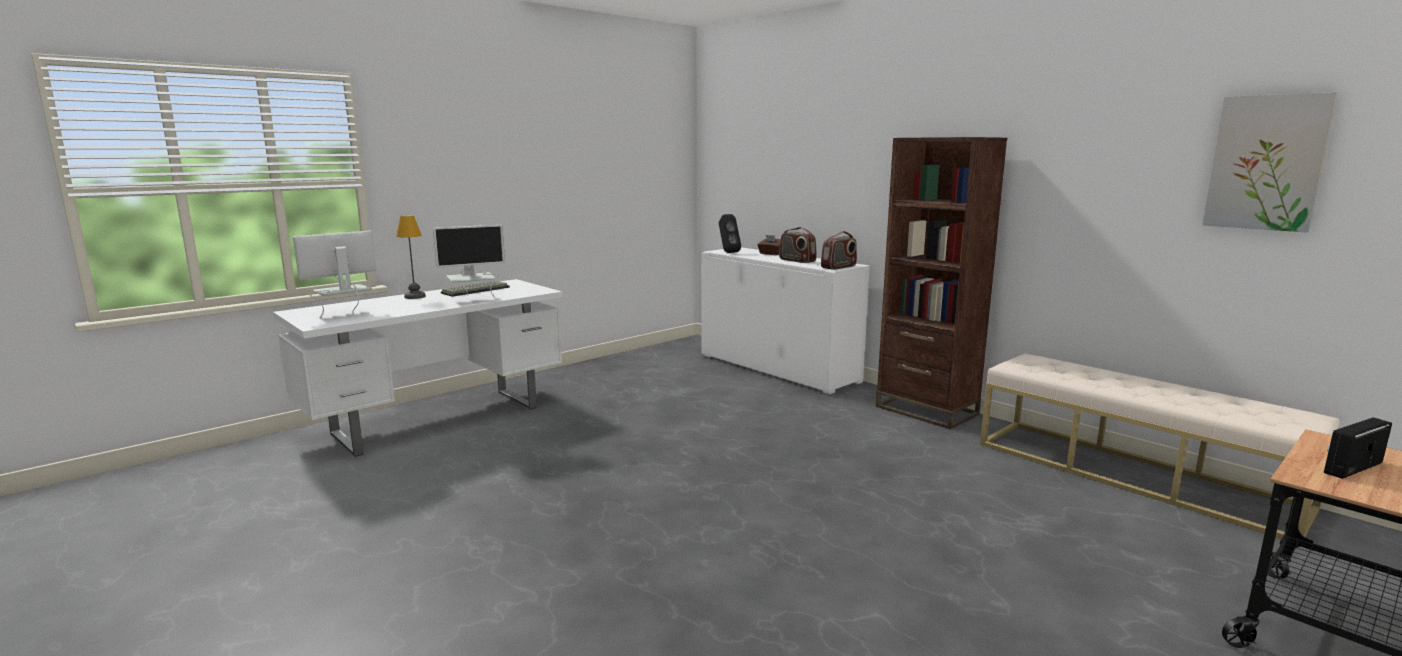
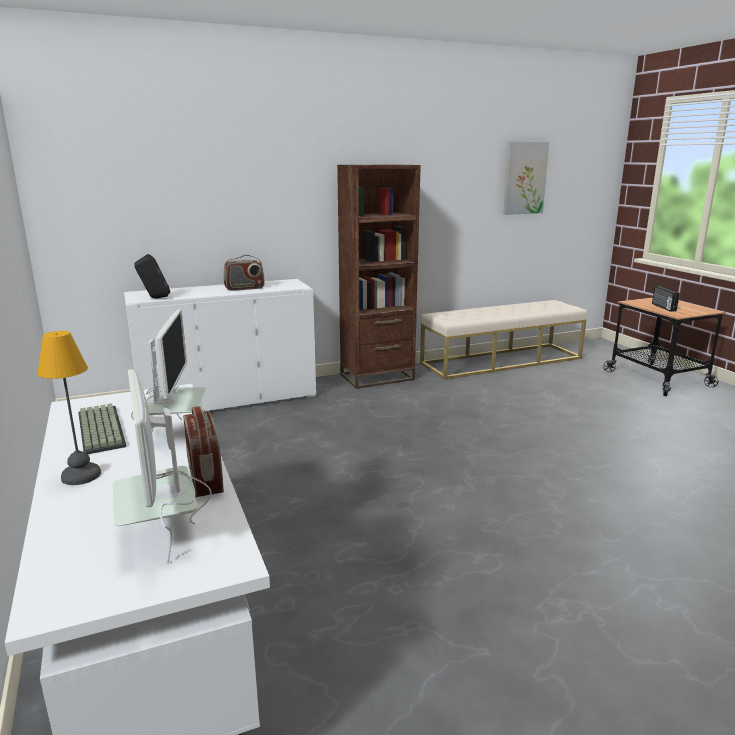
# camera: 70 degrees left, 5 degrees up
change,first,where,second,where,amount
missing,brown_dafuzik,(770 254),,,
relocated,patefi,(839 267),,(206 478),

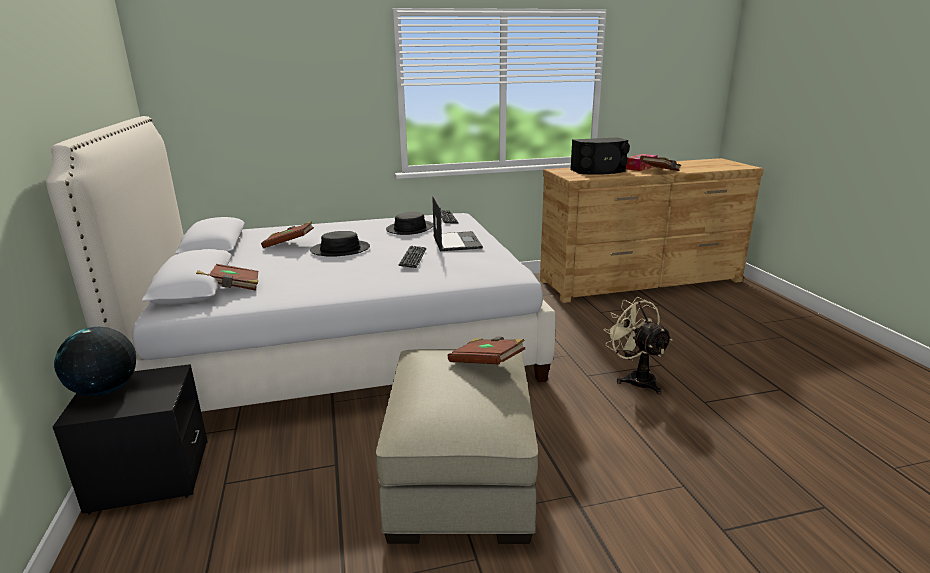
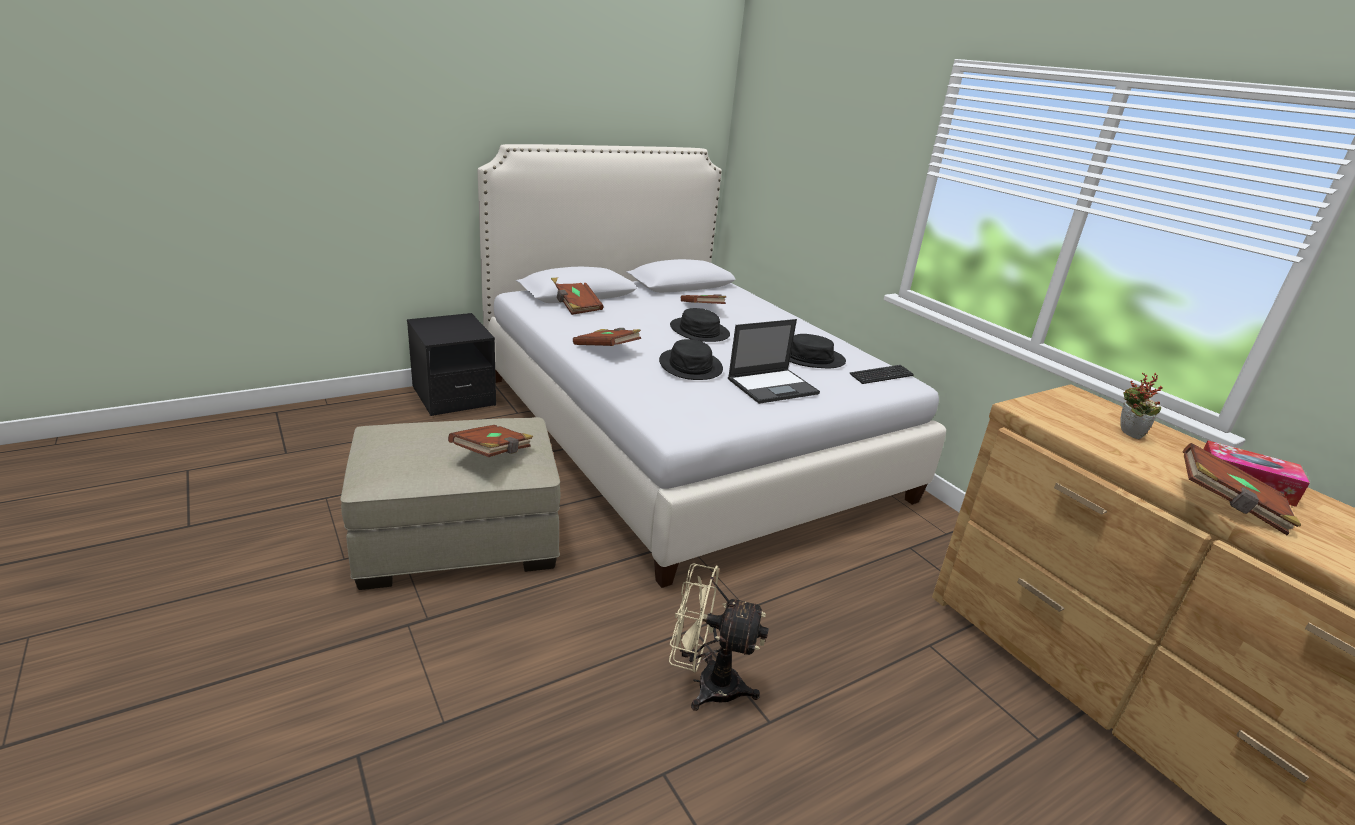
# camera: 70 degrees right, 5 degrees up
change,first,where,second,where,amount
missing,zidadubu,(105 390),,,
exchanged,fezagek,(413 258),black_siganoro,(690 366),
exchanged,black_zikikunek,(599 171),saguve,(1126 433),
spun,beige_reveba,(635 378),,(706 684),120 degrees counterclockwise
appeared,,,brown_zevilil,(607 349),

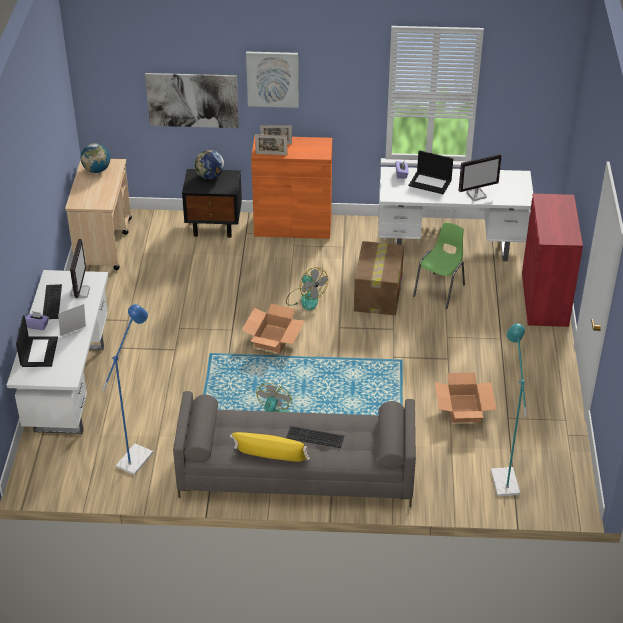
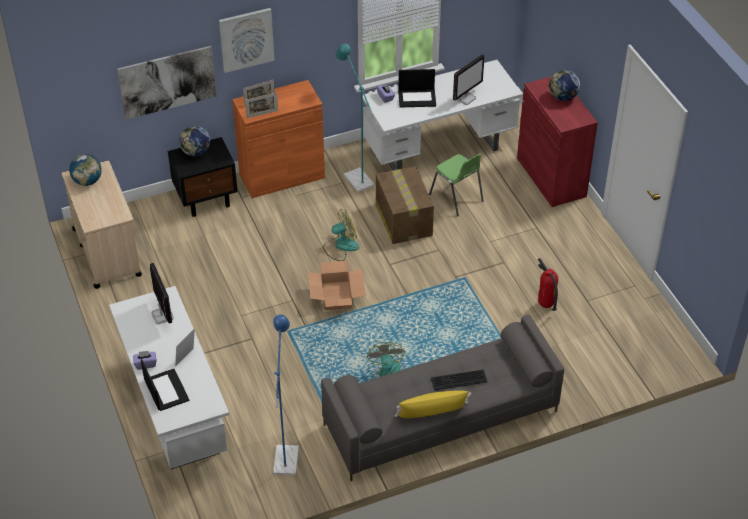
# camera: 25 degrees left, 5 degrees up
change,first,where,second,where,amount
missing,fezagek,(51 301),,,
spun,reveba,(305 298),,(341 246),45 degrees counterclockwise
spun,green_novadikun,(440 290),,(456 198),135 degrees clockwise
exchanged,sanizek,(463 408),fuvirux,(545 305),
relocated,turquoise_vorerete,(503 477),,(355 177),
appeared,,,zidadubu,(562 97),

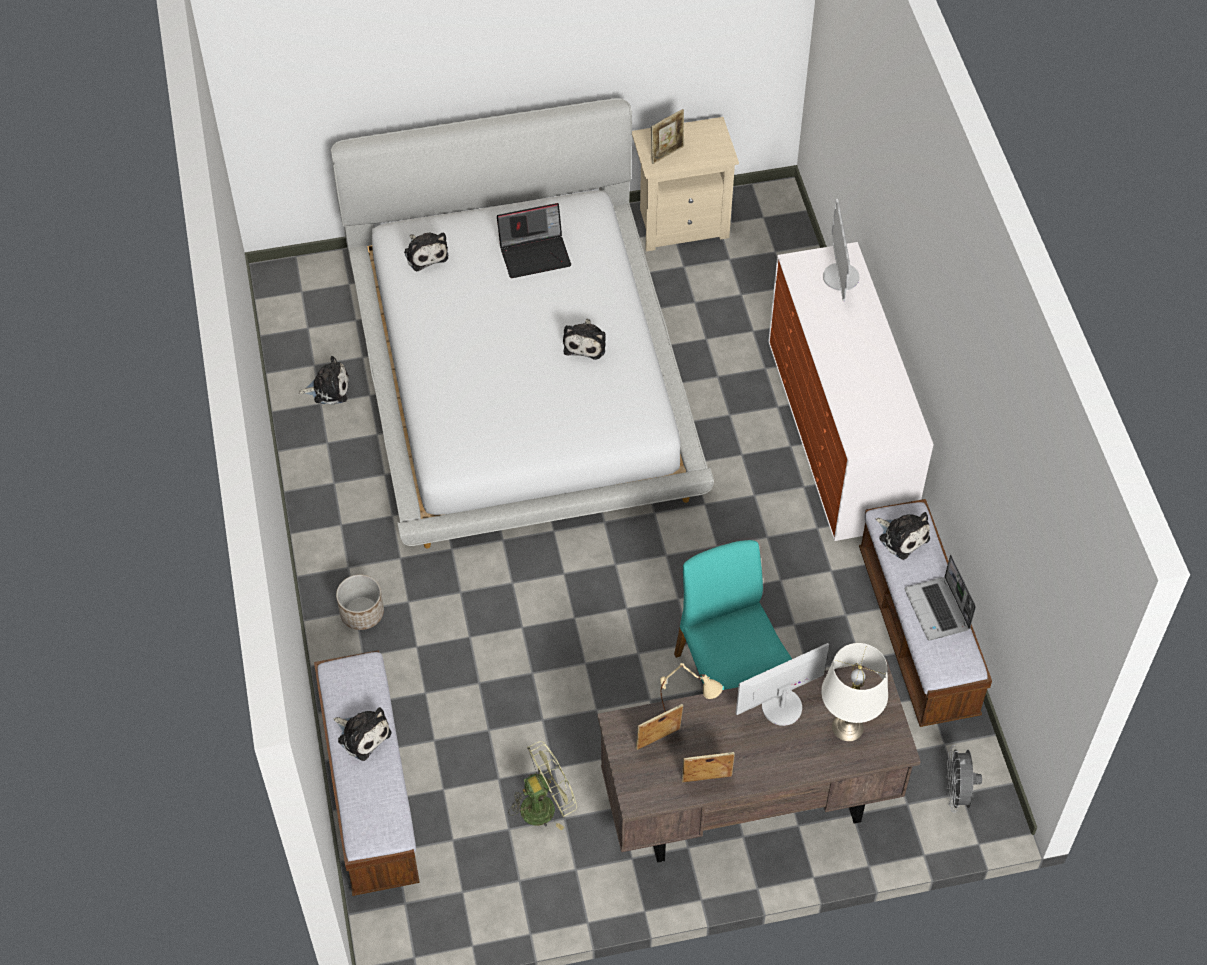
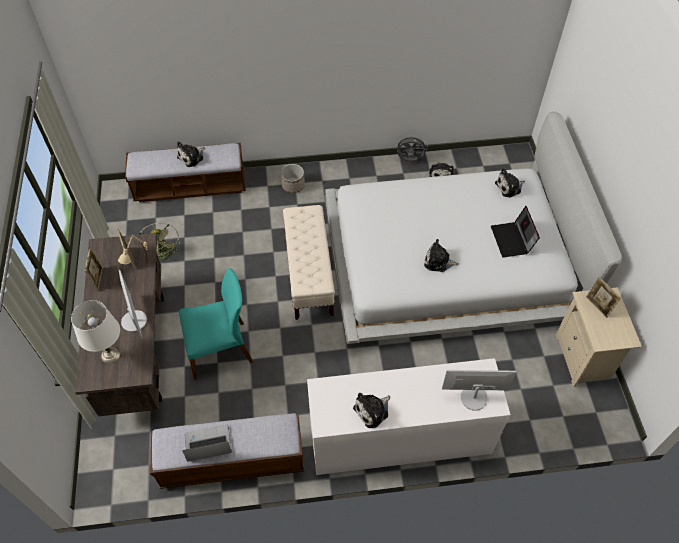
# camera: 95 degrees right, 0 degrees up
change,first,where,second,where,amount
relocated,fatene,(902 537),,(372 410),
relocated,grey_reveba,(957 793),,(409 160),
appeared,,,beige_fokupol,(309 275),

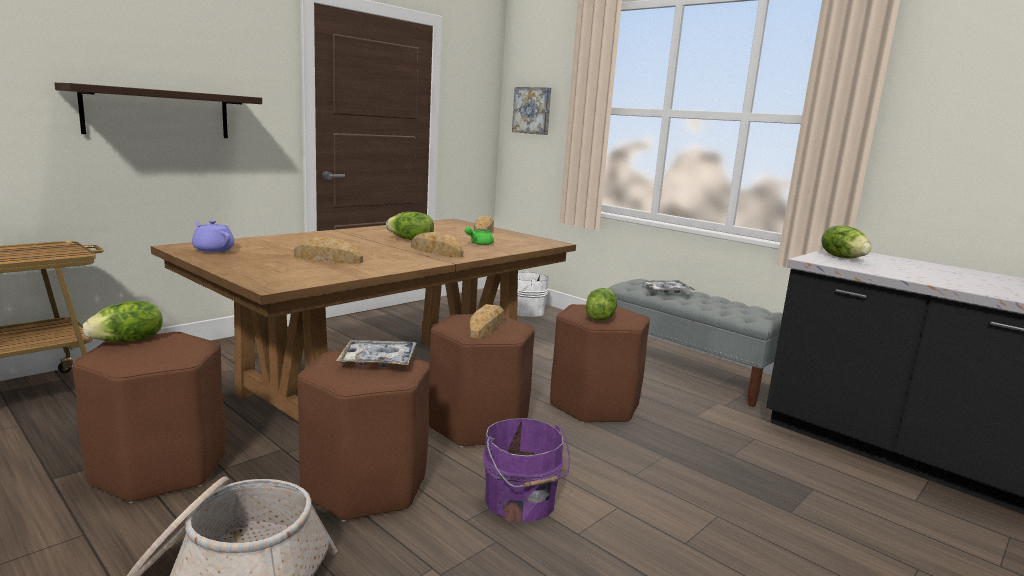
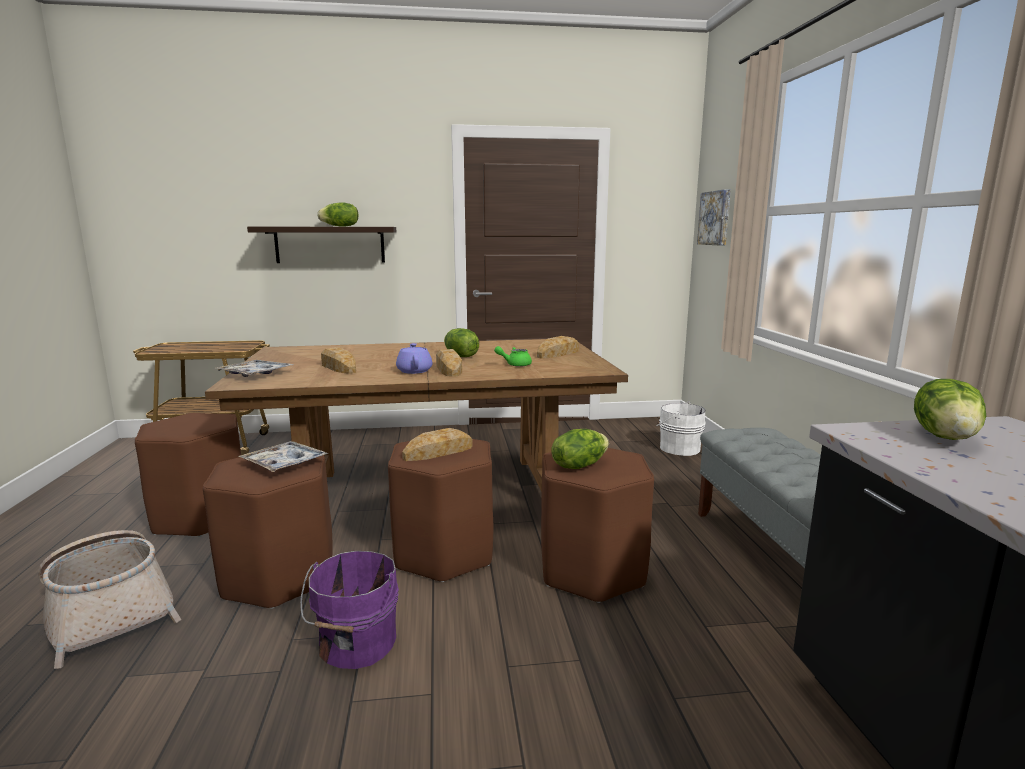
# camera: 40 degrees right, 0 degrees up
change,first,where,second,where,amount
relocated,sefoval,(128 341),,(340 226),
relocated,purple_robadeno,(213 250),,(414 371),
relocated,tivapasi,(667 291),,(255 374),

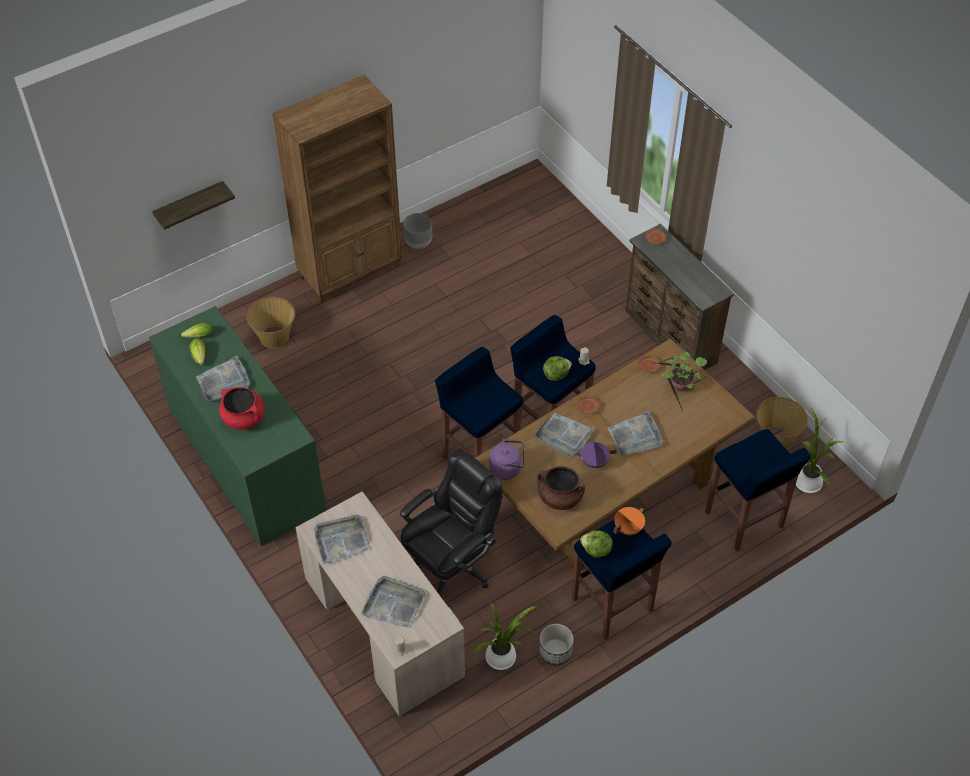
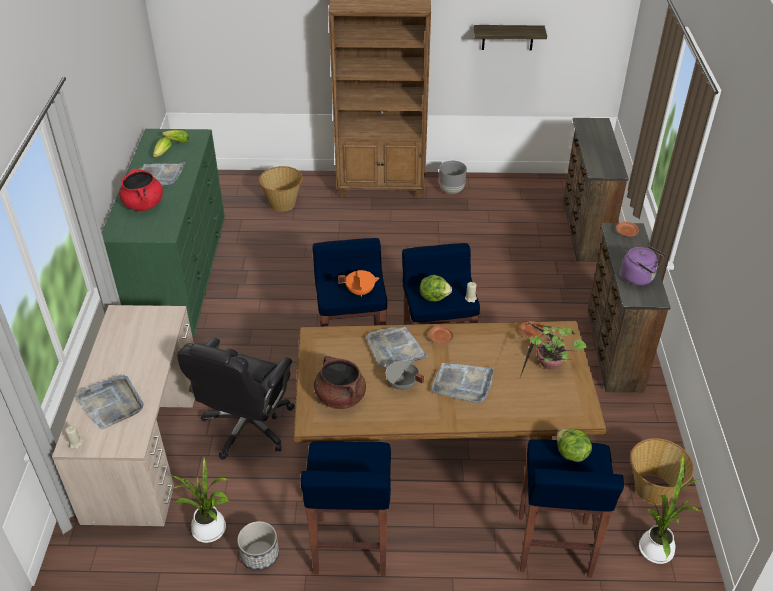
# camera: 35 degrees right, 10 degrees down
change,first,where,second,where,amount
relocated,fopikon,(190 206),,(507 37),
missing,grey_tivapasi,(341 540),,,
spun,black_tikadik,(451 563),,(247 427),120 degrees clockwise
relocated,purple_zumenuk,(507 468),,(639 278),
colour,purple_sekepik,(594 462),grey_sekepik,(402 385),
relocated,sefoval,(596 550),,(571 454),
relocated,orange_sekepik,(627 528),,(360 291),
appeared,,,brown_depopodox,(583 230),

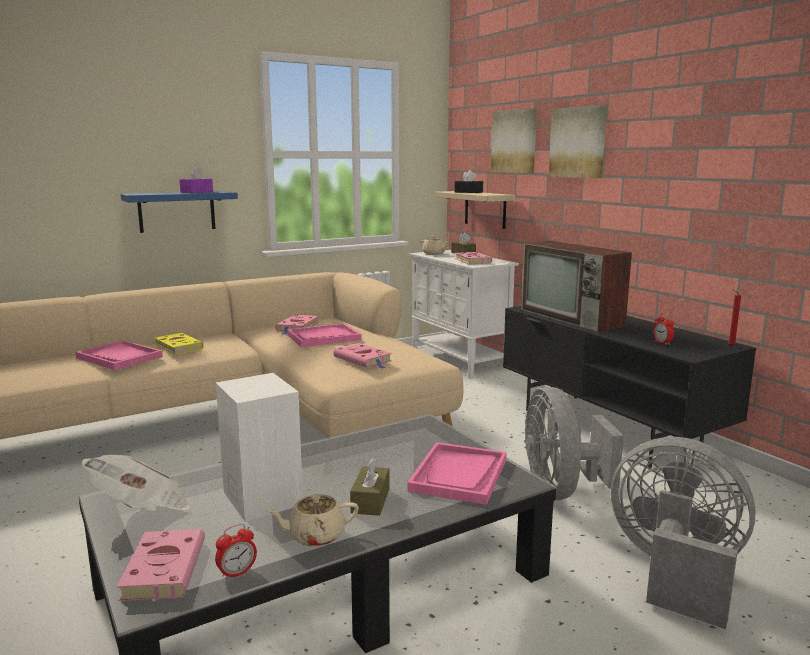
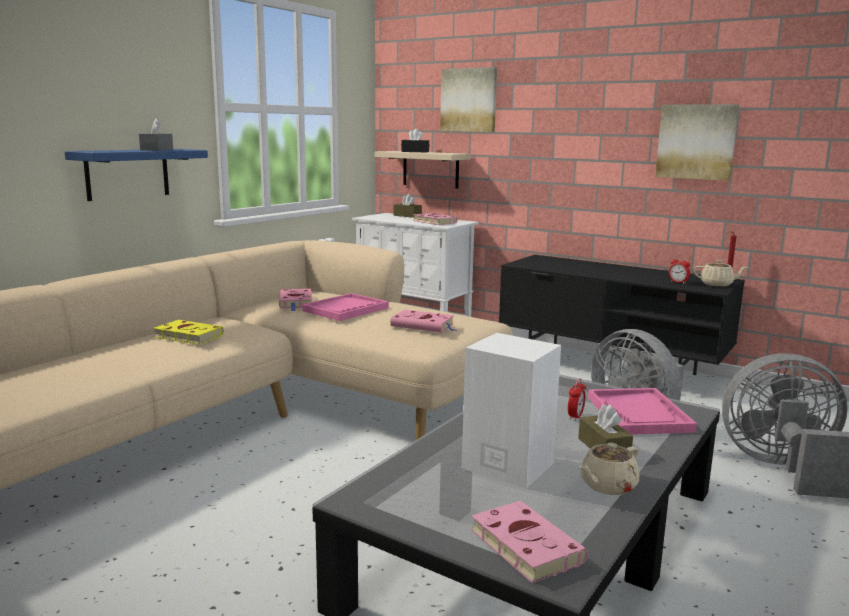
# camera: 25 degrees left, 0 degrees up
change,first,where,second,where,amount
missing,pink_tivapasi,(119 357),,,
missing,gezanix,(142 507),,,
colour,purple_dafuzik,(197 192),grey_dafuzik,(157 149),
relocated,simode,(237 573),,(575 417),
relocated,beige_robadeno,(434 254),,(717 284),
missing,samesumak,(572 318),,,
relocated,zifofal,(578 142),,(696 141),

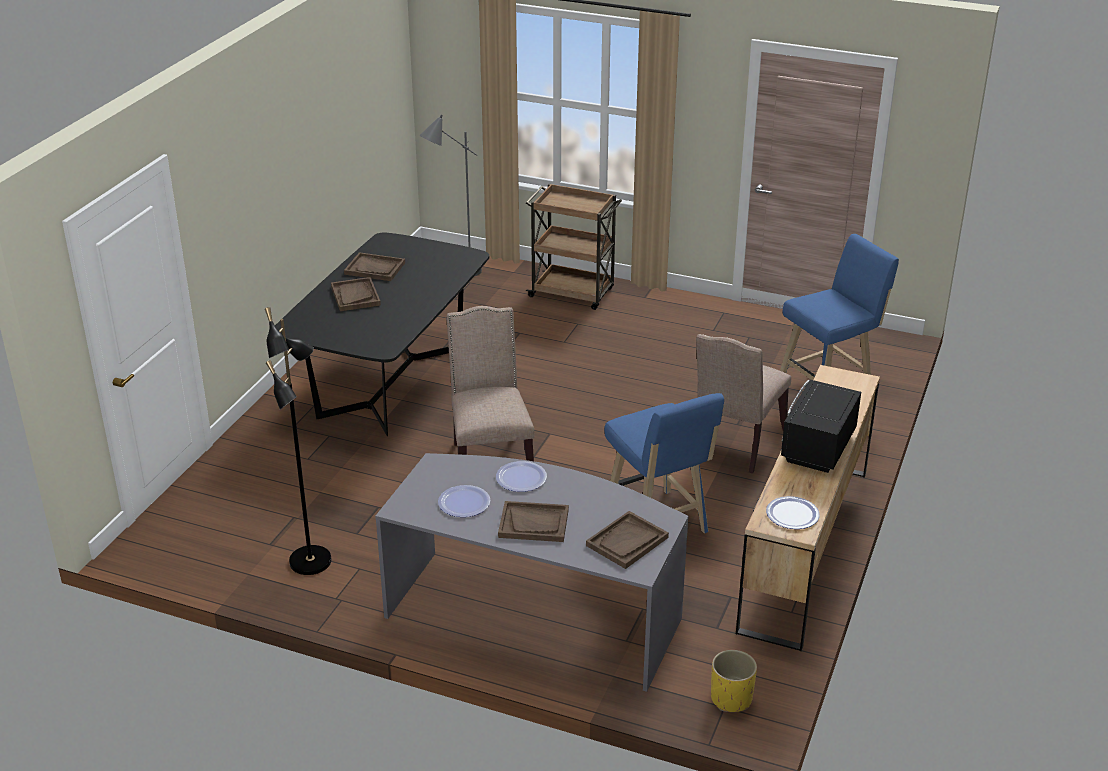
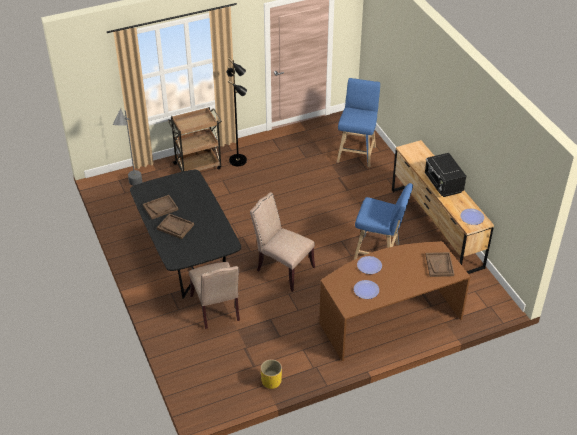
# camera: 45 degrees left, 10 degrees up
change,first,where,second,where,amount
relocated,black_vorerete,(311 562),,(238 160),
colour,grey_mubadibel,(536 612),brown_mubadibel,(388 318),
missing,brown_tivapasi,(534 523),,,
relocated,beige_novadikun,(736 445),,(217 309),
relocated,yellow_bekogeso,(731 699),,(271 381),

